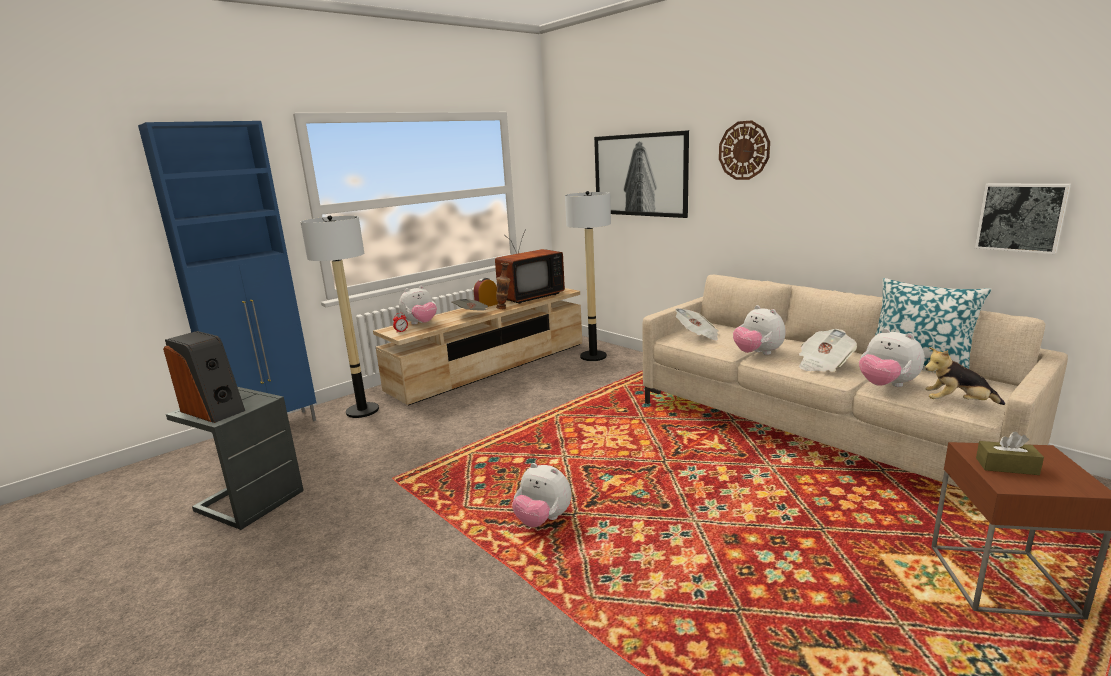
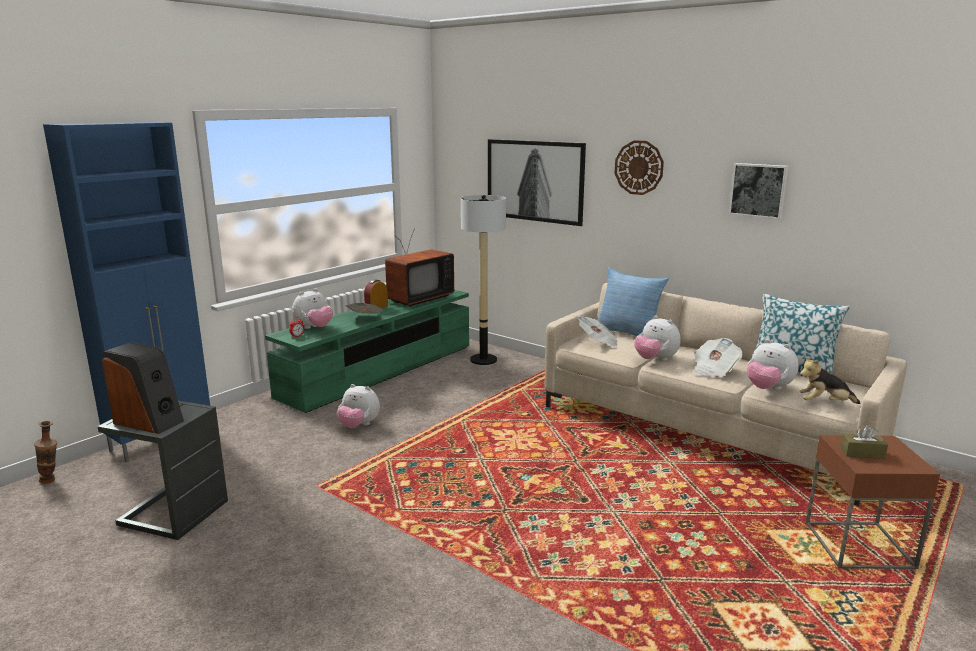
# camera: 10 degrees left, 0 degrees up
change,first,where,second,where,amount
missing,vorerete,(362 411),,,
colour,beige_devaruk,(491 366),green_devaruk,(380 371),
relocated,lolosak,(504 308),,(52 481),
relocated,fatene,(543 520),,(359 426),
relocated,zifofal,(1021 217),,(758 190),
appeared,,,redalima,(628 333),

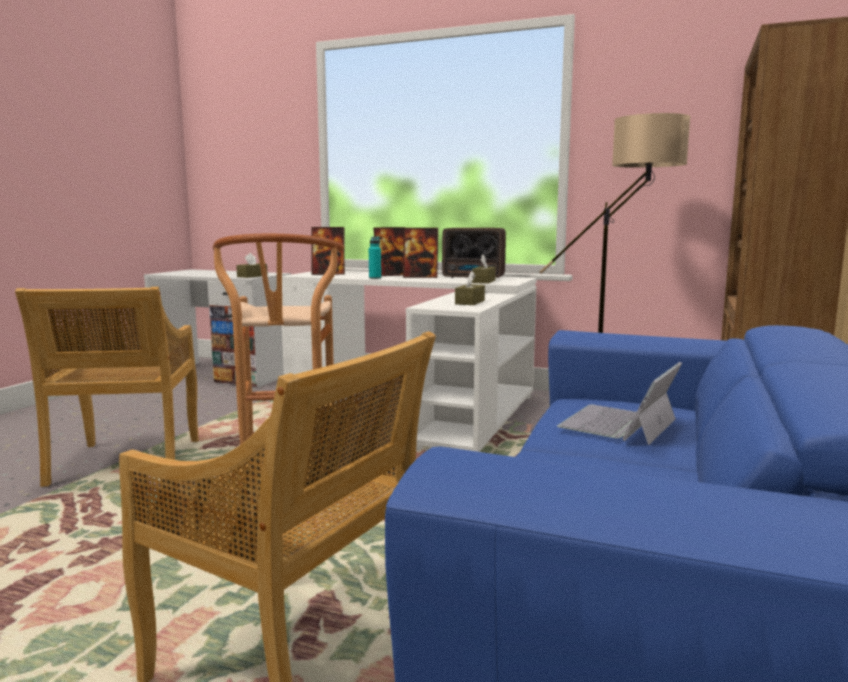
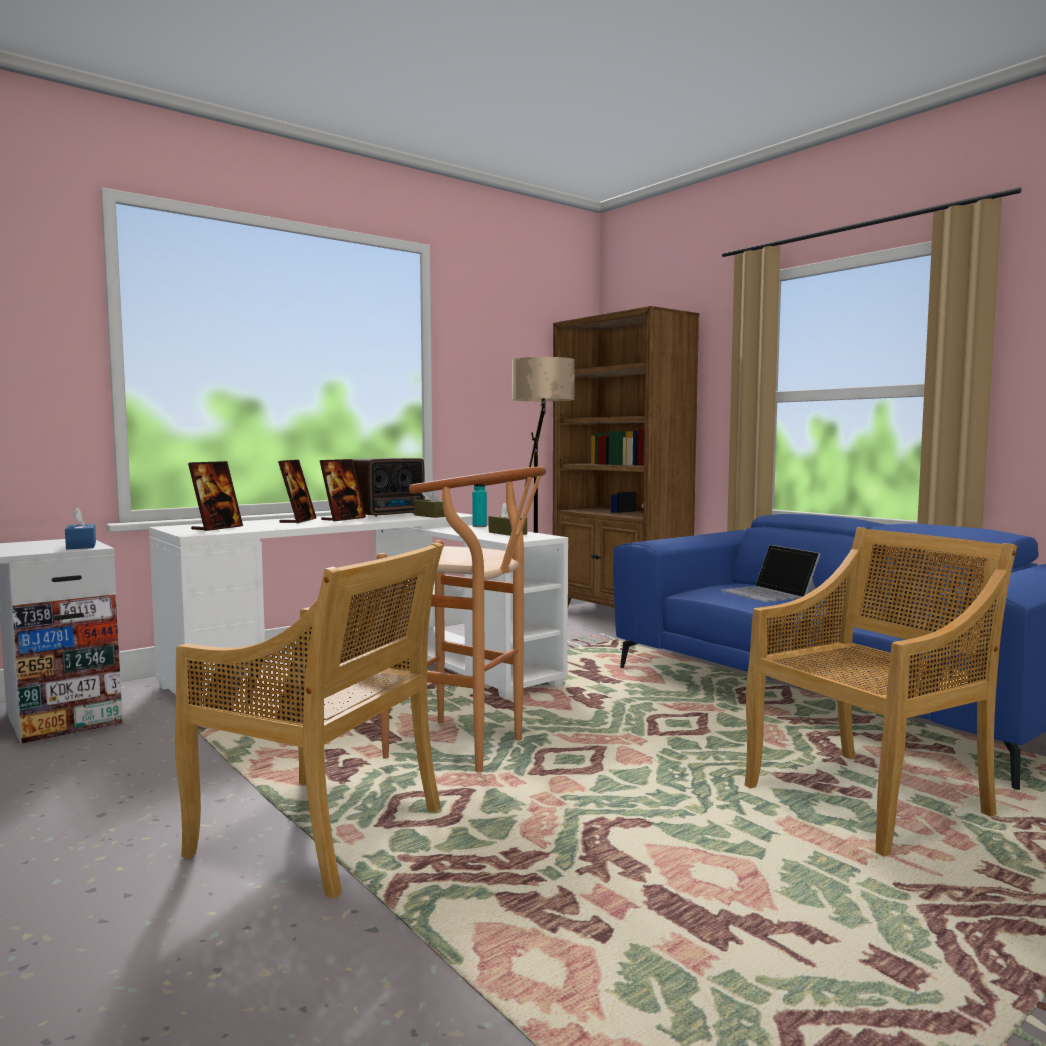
# camera: 60 degrees left, 5 degrees down
change,first,where,second,where,amount
colour,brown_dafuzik,(252 276),blue_dafuzik,(81 546),
relocated,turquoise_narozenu,(375 278),,(479 526),

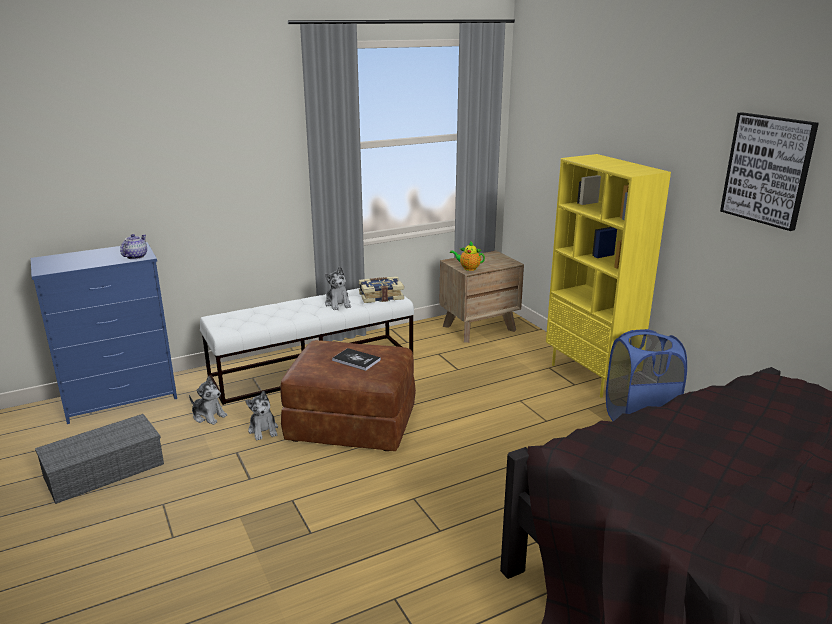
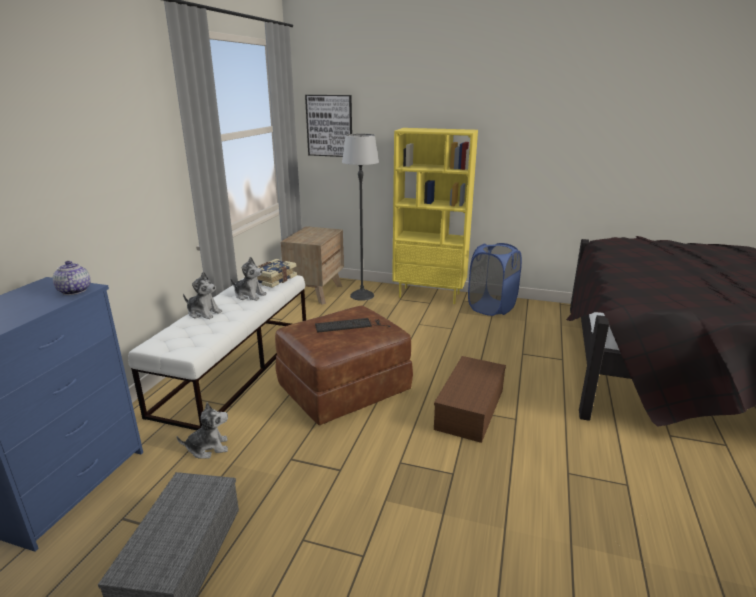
# camera: 45 degrees left, 0 degrees up
change,first,where,second,where,amount
relocated,fatene,(263 430),,(203 313),
exchanged,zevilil,(356 360),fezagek,(350 325),
missing,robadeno,(468 268),,,
relocated,zifofal,(768 170),,(329 126),
appeared,,,vorerete,(362 295),
appeared,,,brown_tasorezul,(470 410),

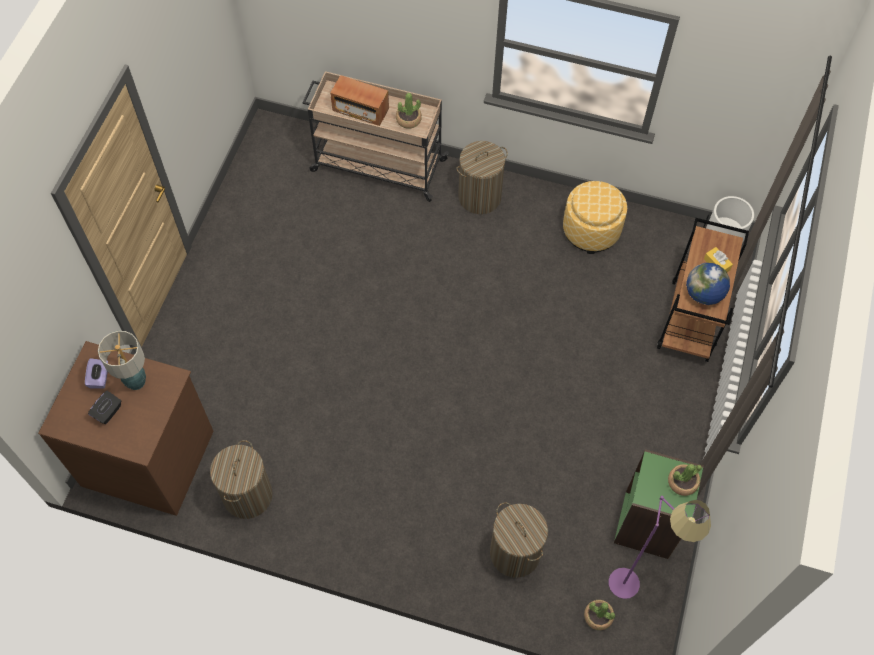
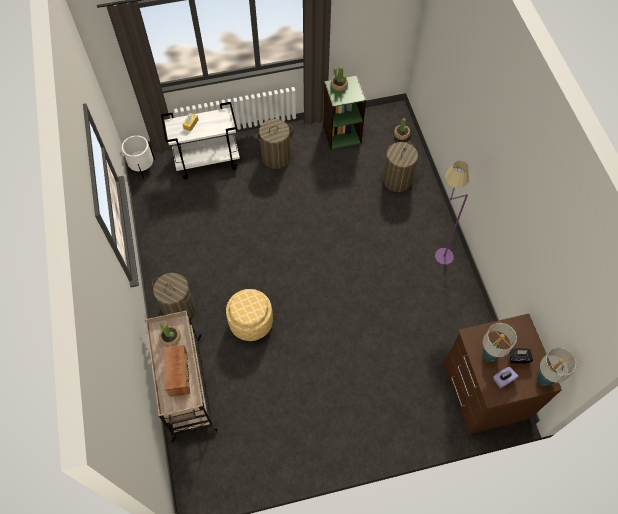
# camera: 120 degrees left, 0 degrees up
change,first,where,second,where,amount
relocated,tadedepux,(247 495),,(276 157),
relocated,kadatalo,(591 230),,(251 322),
relocated,purple_vorerete,(638 582),,(438 250),
colour,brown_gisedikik,(690 321),white_gisedikik,(208 161),
missing,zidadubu,(703 294),,,
appeared,,,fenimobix,(543 380),

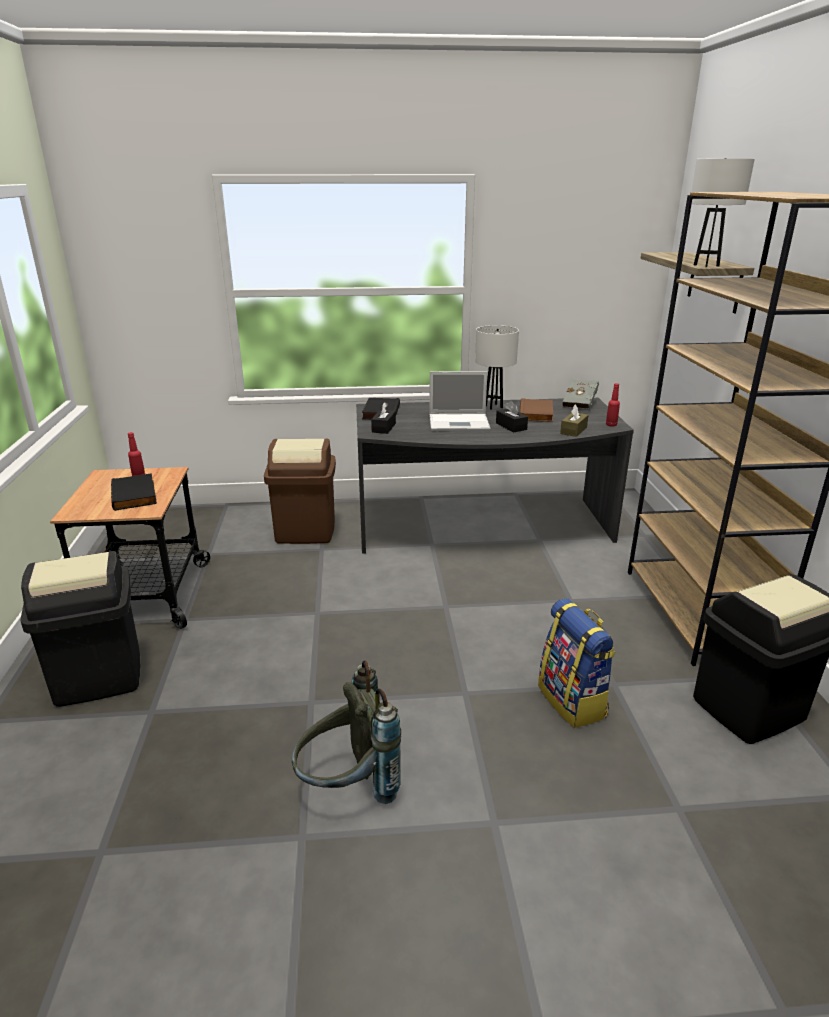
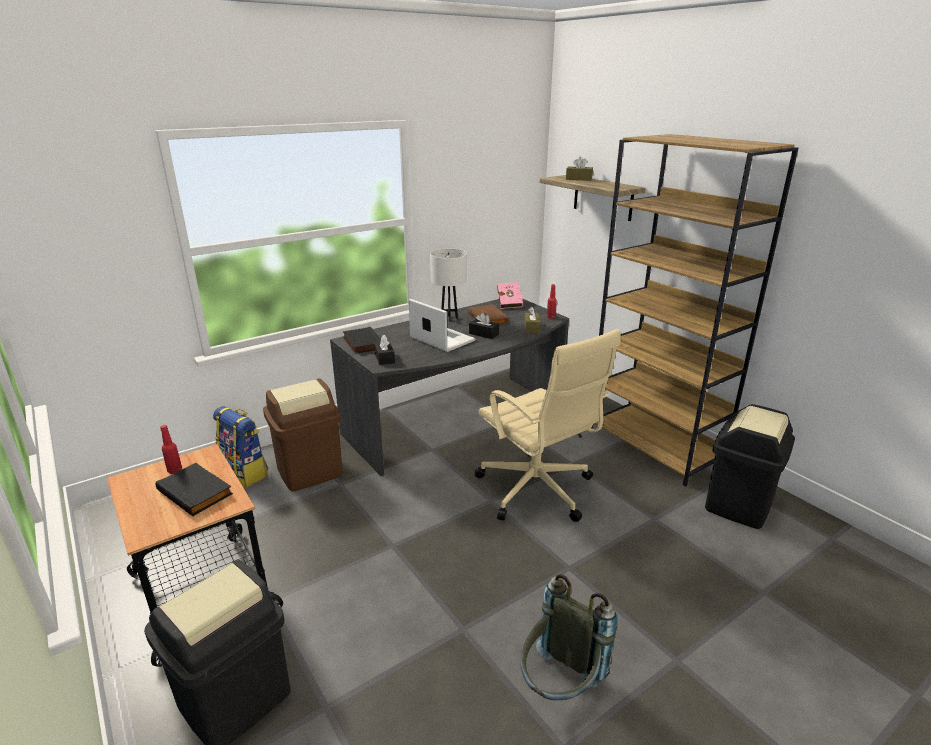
# camera: 30 degrees left, 0 degrees up
change,first,where,second,where,amount
spun,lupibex,(460 422),,(441 339),105 degrees counterclockwise
relocated,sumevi,(573 701),,(245 473),
colour,grey_zevilil,(580 404),pink_zevilil,(509 303),
missing,white_fenimobix,(706 265),,,
appeared,,,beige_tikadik,(537 491),
appeared,,,brown_dafuzik,(578 179),

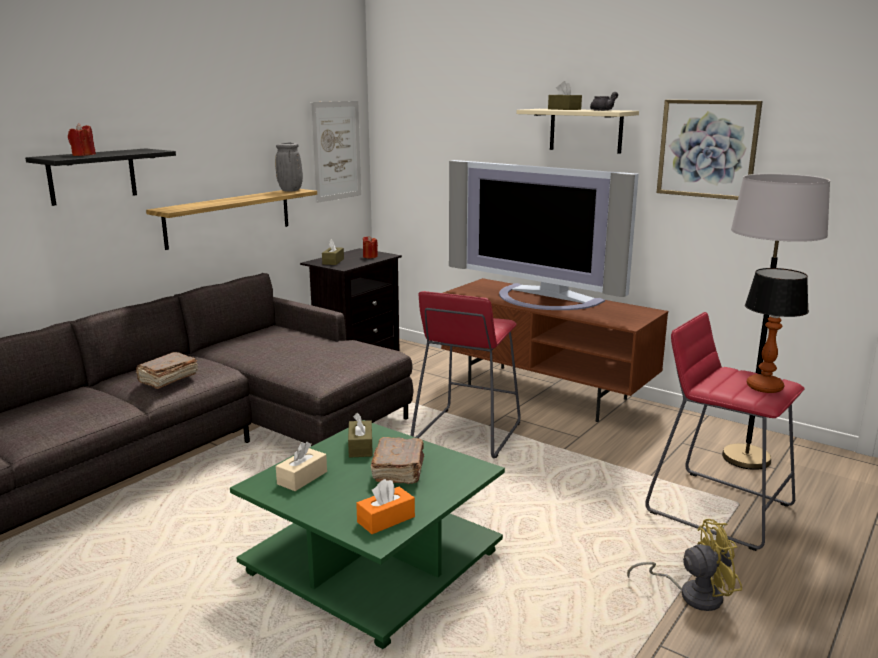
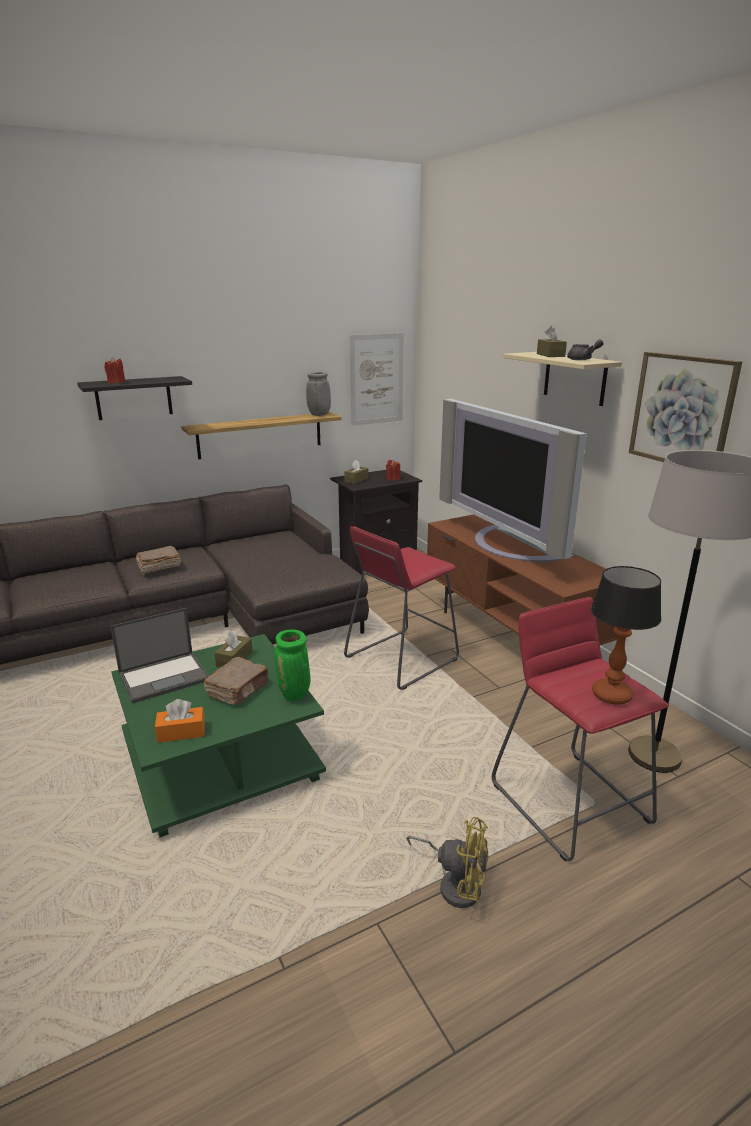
# camera: 25 degrees right, 5 degrees up
change,first,where,second,where,amount
exchanged,beige_dafuzik,(302 478),lupibex,(165 676),
appeared,,,green_lolosak,(295 695),

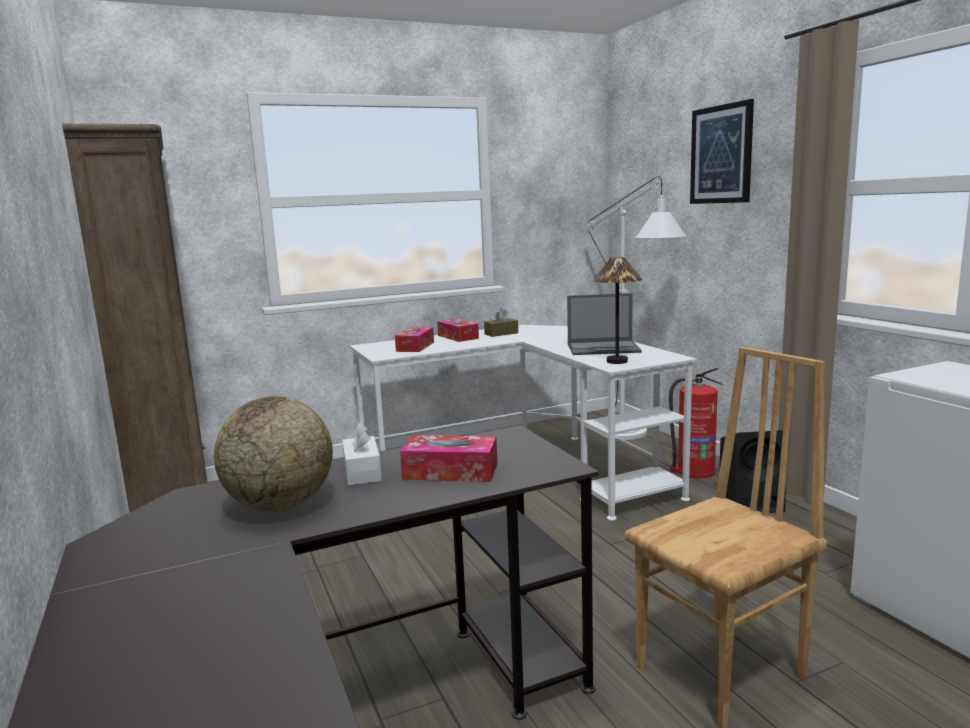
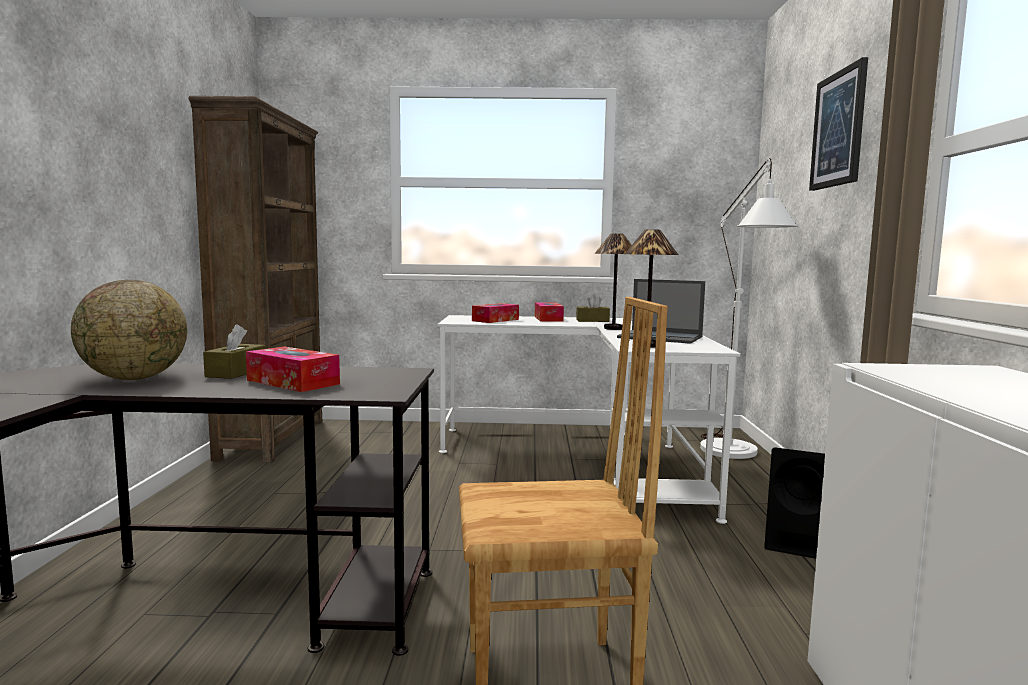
# camera: 25 degrees right, 5 degrees down
change,first,where,second,where,amount
colour,white_dafuzik,(362 472),brown_dafuzik,(236 372),
missing,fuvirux,(694 471),,,
appeared,,,fenimobix,(613 328),

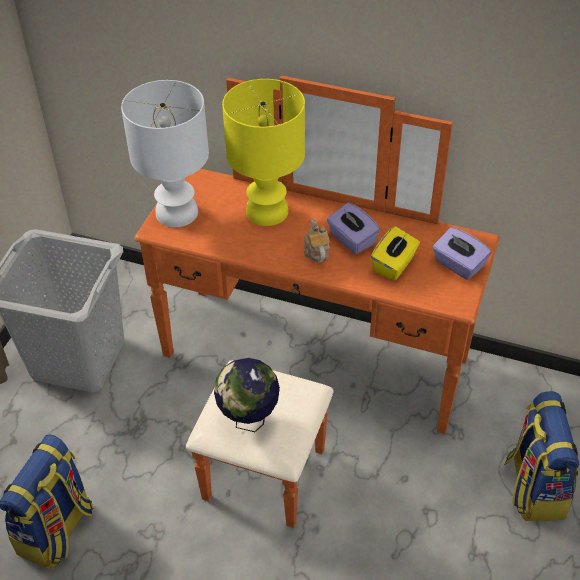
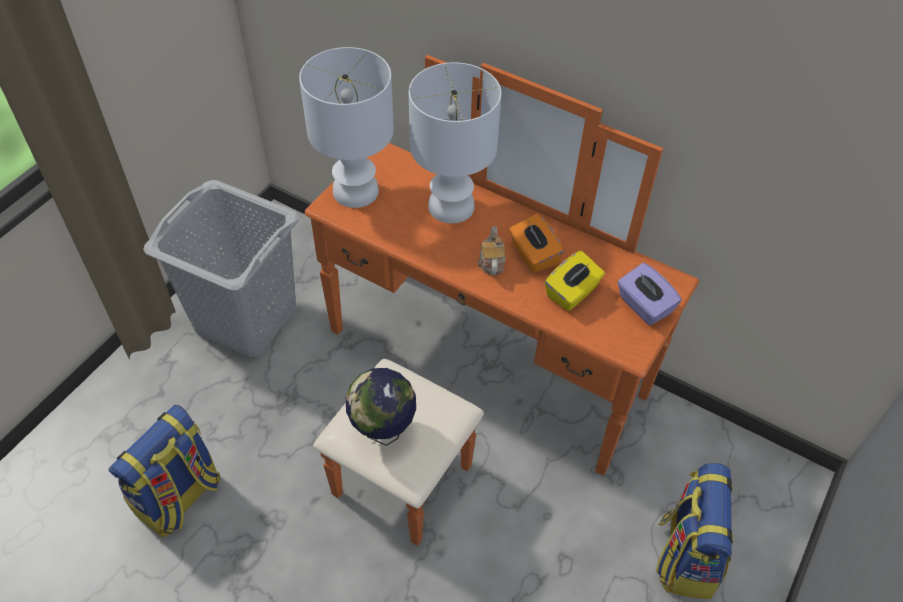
# camera: 10 degrees right, 5 degrees up
change,first,where,second,where,amount
colour,yellow_fenimobix,(268 211),white_fenimobix,(452 206),
colour,purple_dafuzik,(351 240),orange_dafuzik,(533 255),

